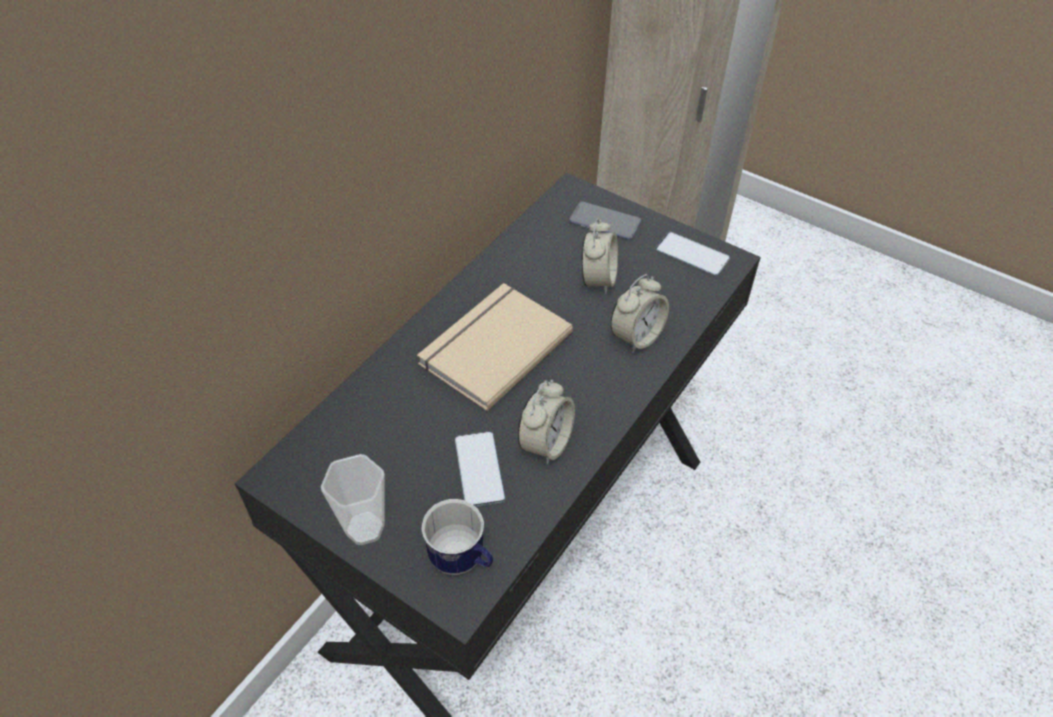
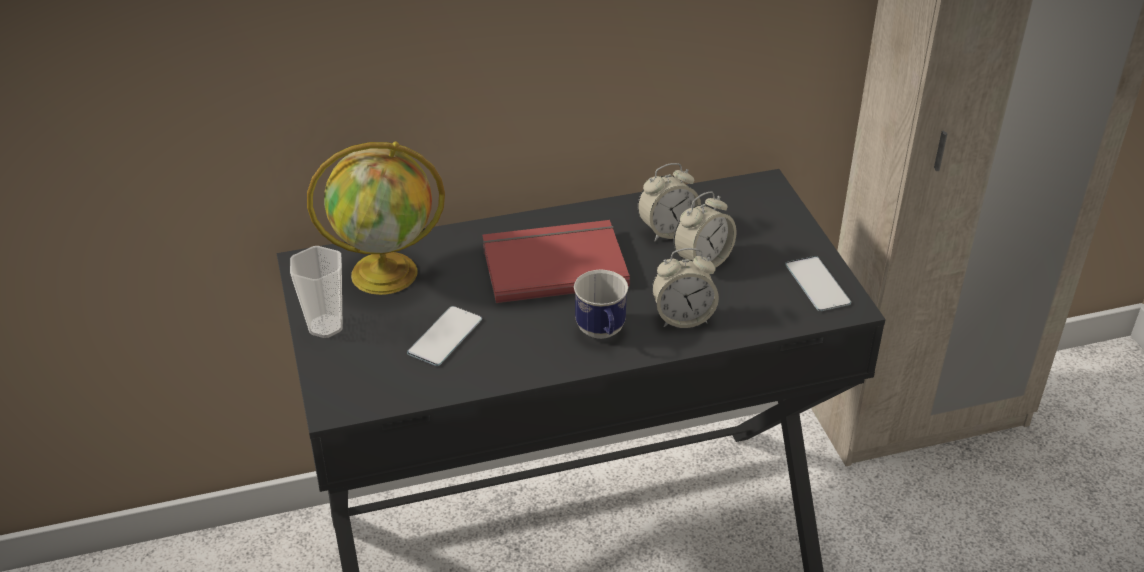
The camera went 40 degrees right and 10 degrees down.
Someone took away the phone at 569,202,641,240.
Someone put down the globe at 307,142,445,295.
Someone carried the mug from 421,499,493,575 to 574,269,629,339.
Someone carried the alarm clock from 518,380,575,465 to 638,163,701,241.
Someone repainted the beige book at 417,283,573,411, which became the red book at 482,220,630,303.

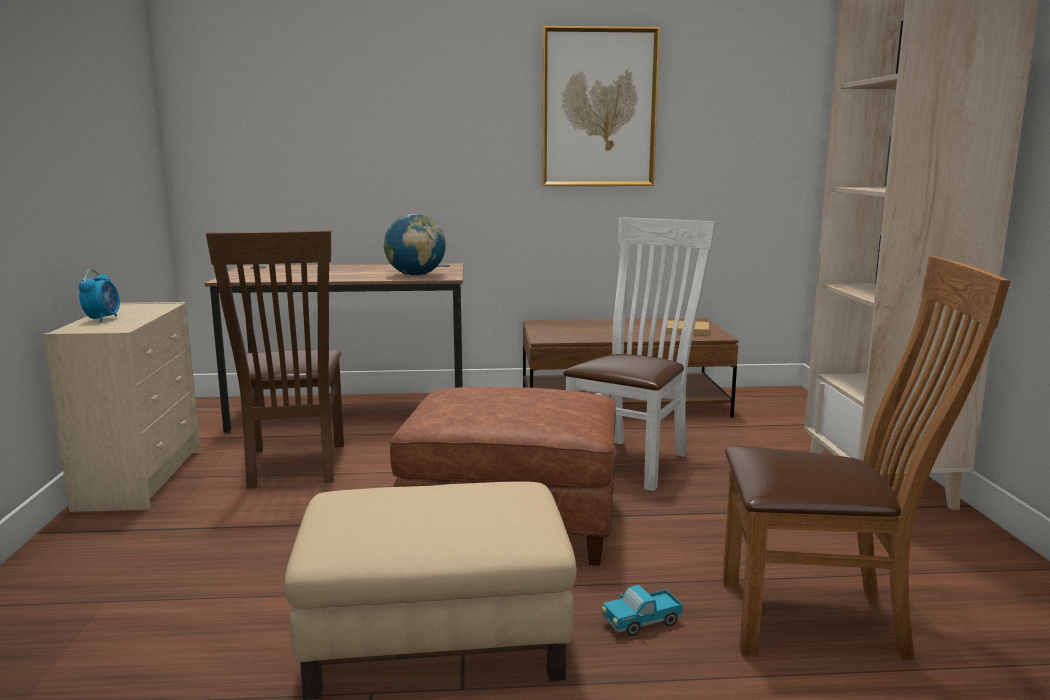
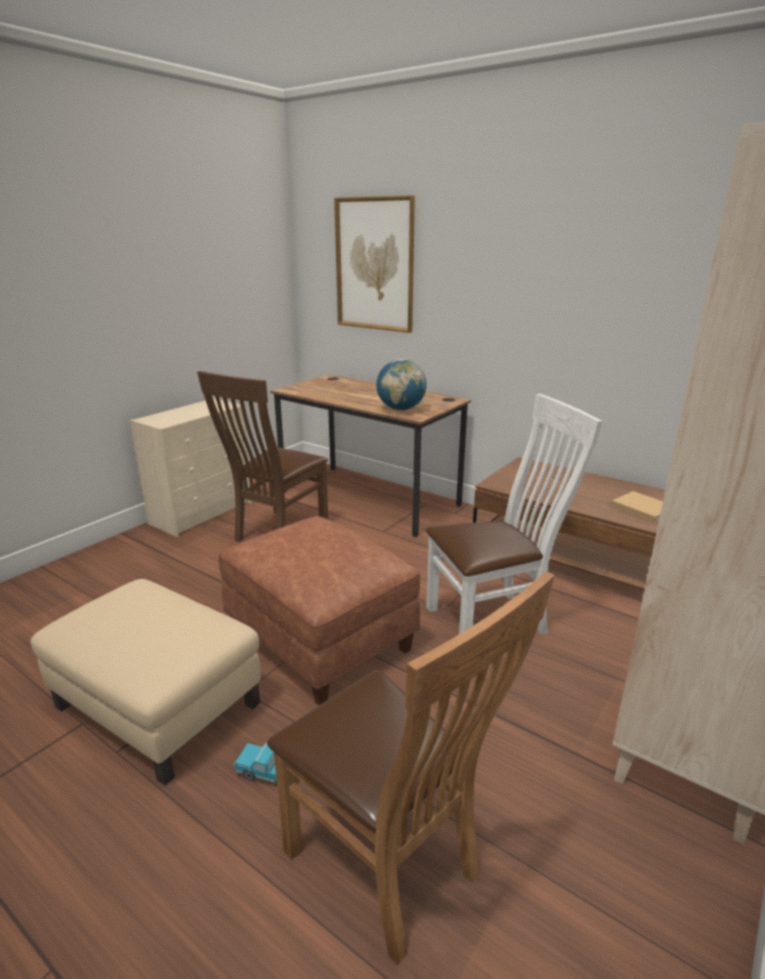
The camera went 40 degrees right and 10 degrees up.
Someone took away the alarm clock at 79,269,120,323.
Someone carried the picture from 542,26,660,186 to 334,195,415,333.

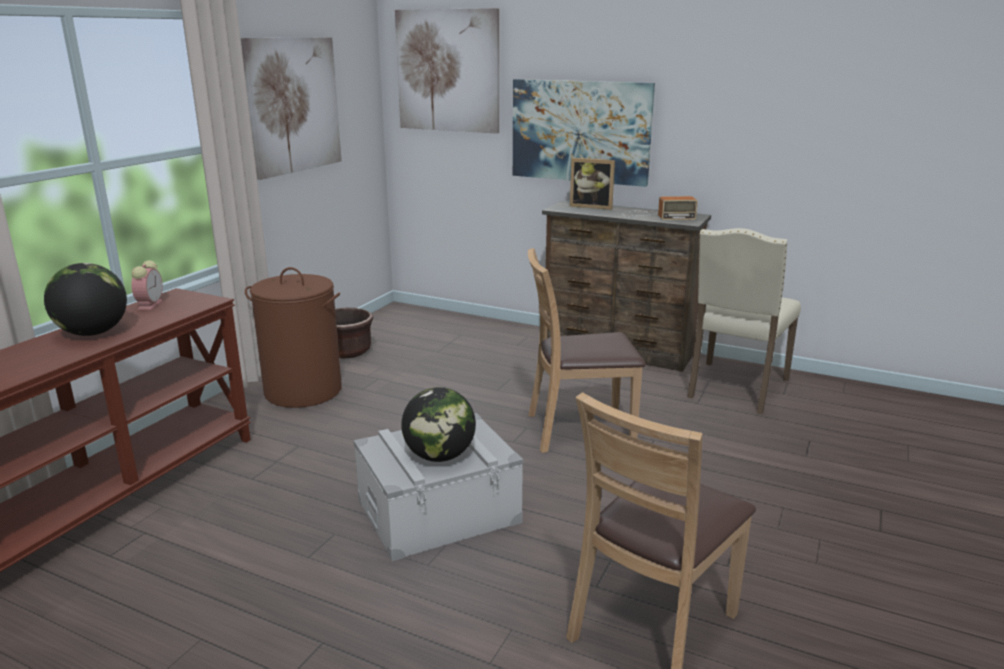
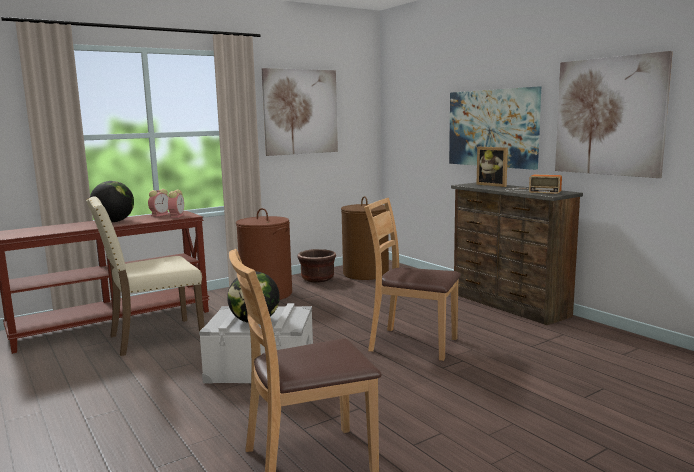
The camera went 30 degrees right and 10 degrees down.
Someone put down the alarm clock at 168,190,184,218.
Someone put down the brown laundry basket at 341,196,389,280.
Someone carried the picture from 395,8,499,134 to 555,51,673,178.
Someone carried the beige chair from 687,228,801,414 to 86,196,204,356.

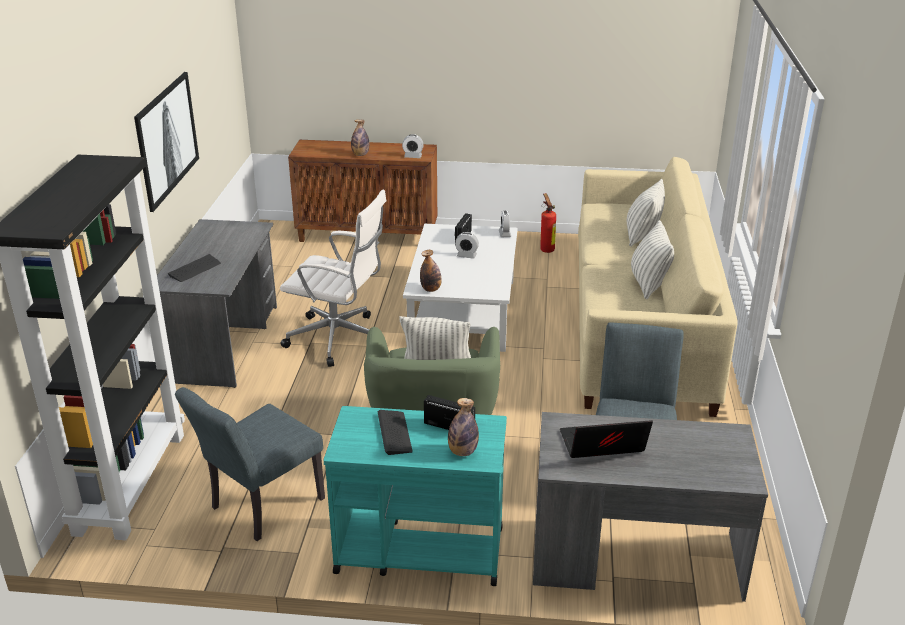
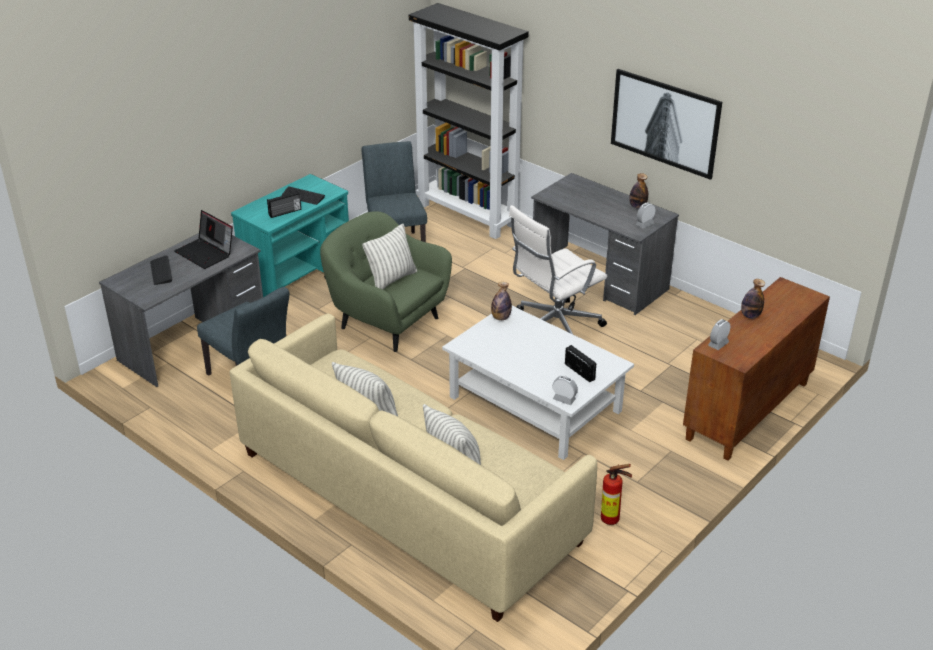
The camera went 125 degrees right and 5 degrees up.
Someone carried the keyboard from 168,254,221,282 to 150,256,172,285.
Someone carried the bottle from 448,398,479,456 to 629,173,648,209.
Someone carried the alarm clock from 455,232,479,259 to 636,202,655,228.
Someone rotated the laptop at 560,420,653,458 by 105 degrees clockwise.

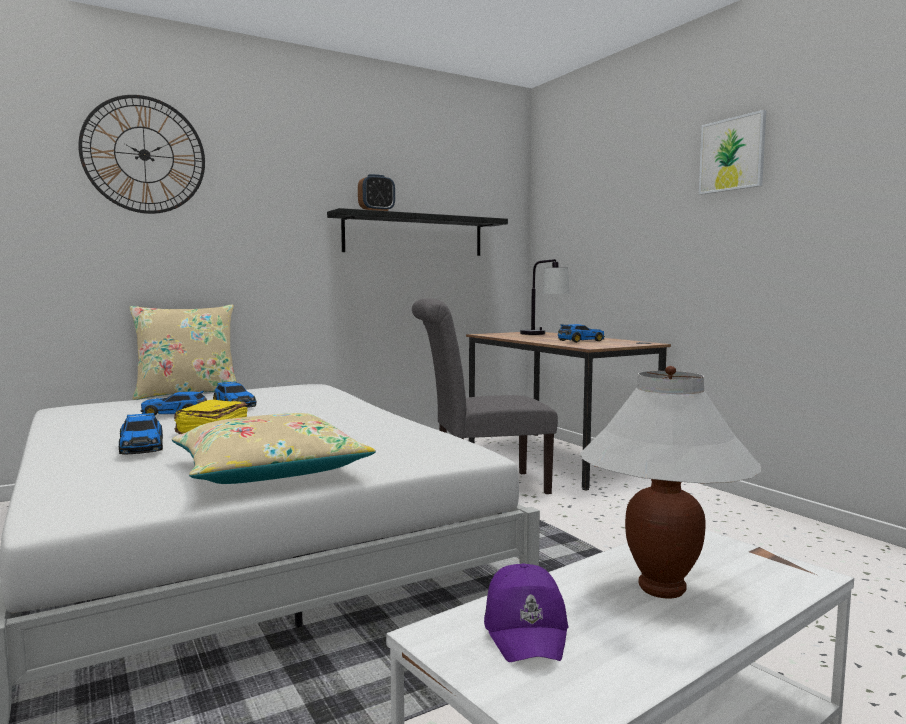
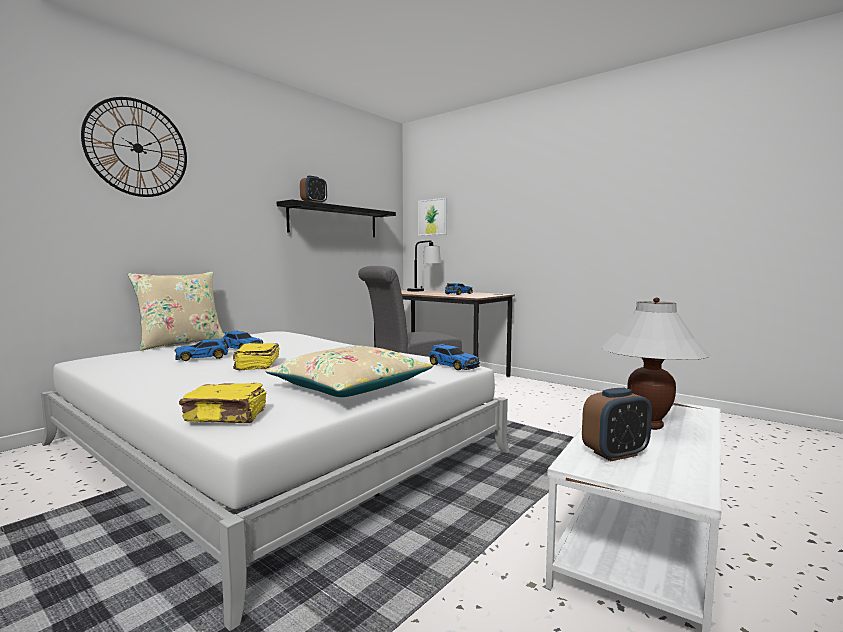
The camera went 20 degrees left and 0 degrees up.
Someone put down the yellow book at 179,383,266,423.
Someone carried the toy car from 119,413,163,455 to 429,343,480,370.
Someone carried the picture from 699,110,766,195 to 418,198,447,236.
Someone swapped the purple cap at 484,563,568,662 for the alarm clock at 582,388,652,461.

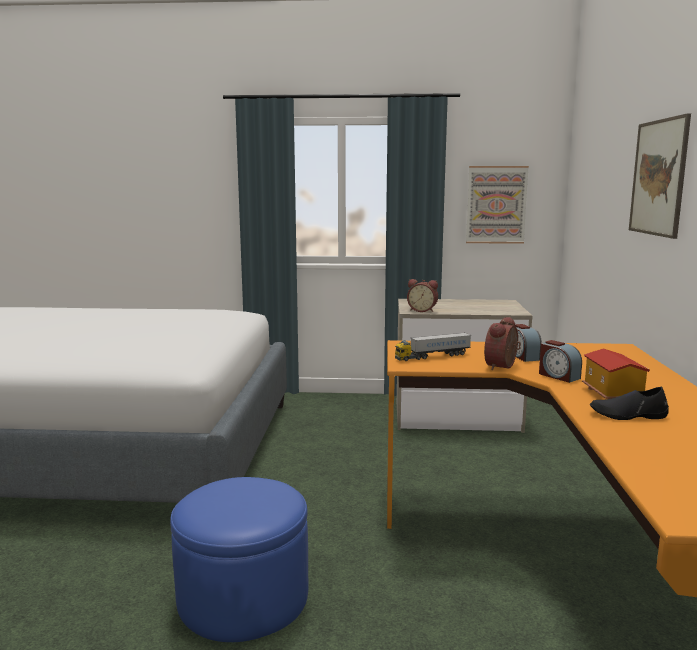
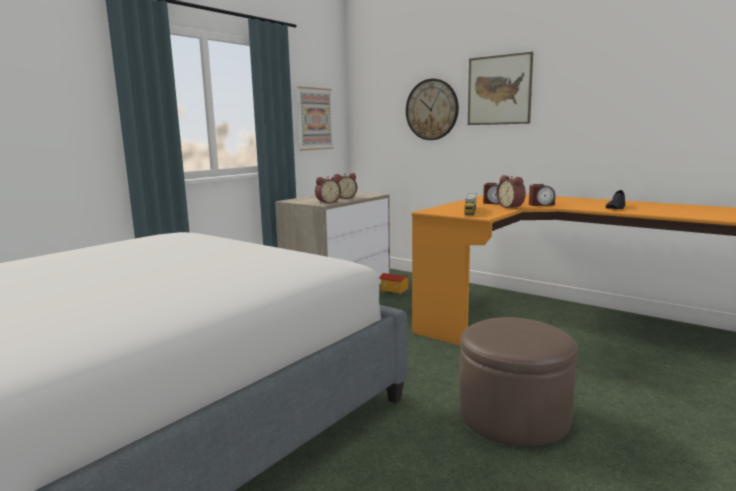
The camera went 55 degrees left and 0 degrees up.
Someone put down the alarm clock at 334,173,357,199.
Someone put up the wall clock at 406,79,459,140.
Someone carried the toy house from 582,348,650,399 to 379,273,409,296.
Someone repainted the blue ottoman at 170,477,309,642, which became the brown ottoman at 459,317,578,446.

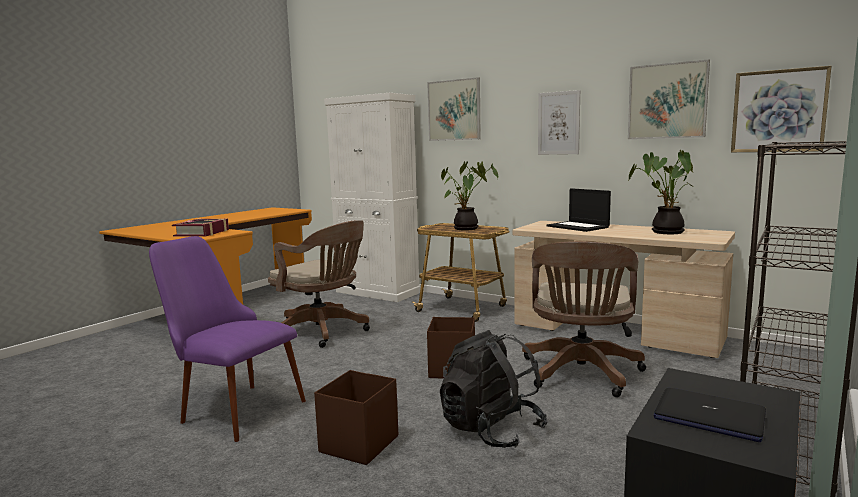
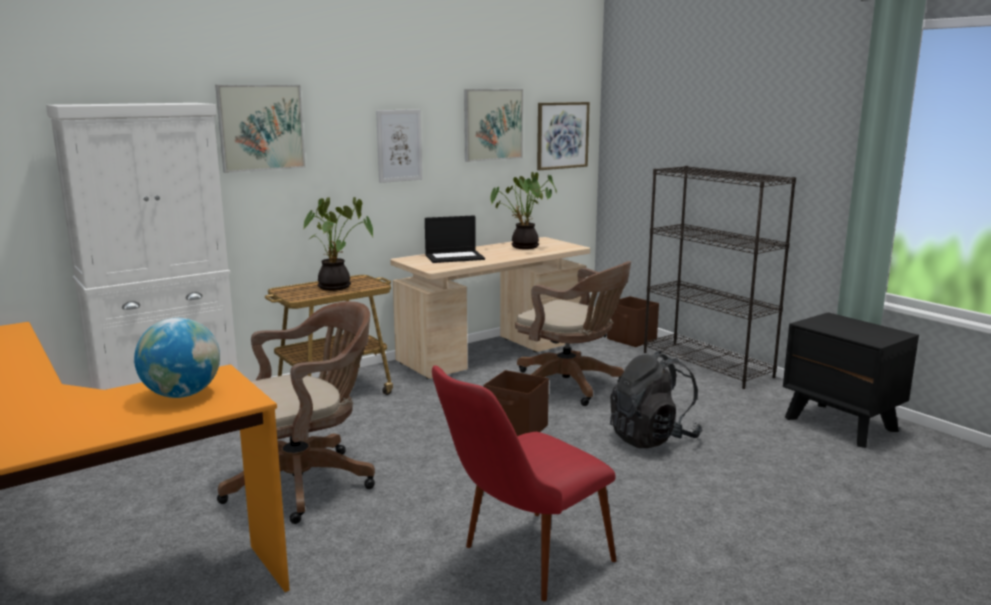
The camera went 70 degrees left and 5 degrees up.
Someone took away the laptop at 653,388,766,442.
Someone carried the brown storage box from 314,370,398,465 to 607,296,659,347.
Someone swapped the book at 172,218,229,237 for the globe at 134,318,220,398.
Someone repainted the purple chair at 149,236,306,442, which became the red chair at 432,365,617,601.

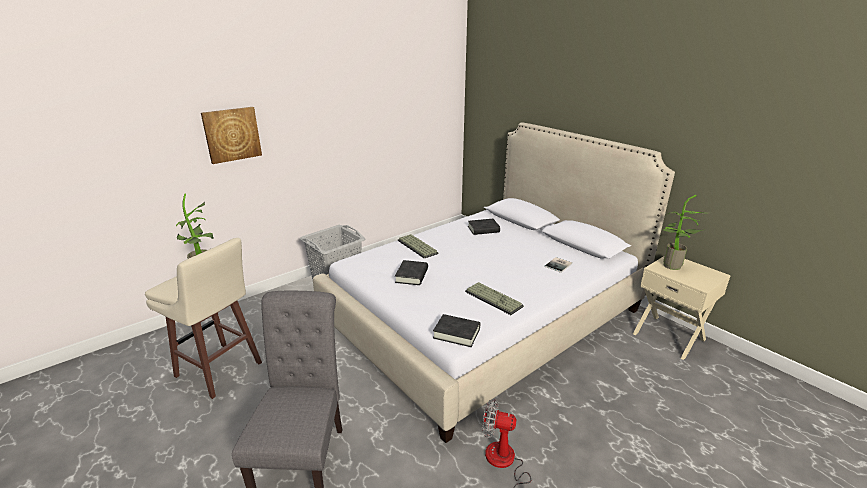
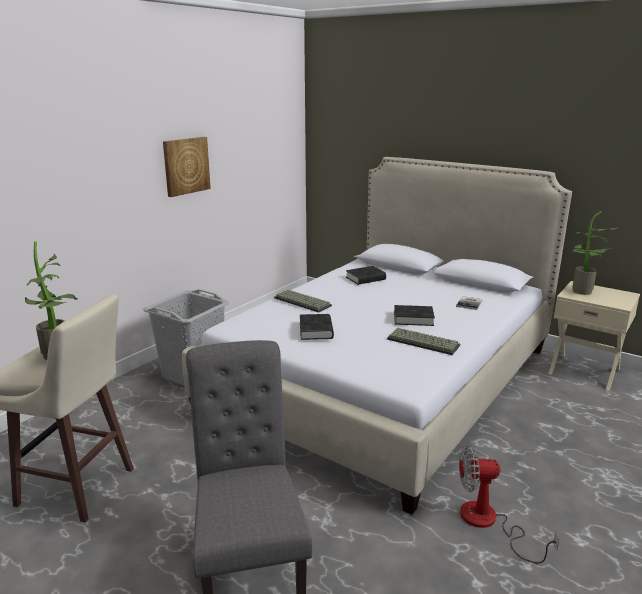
The camera went 15 degrees left and 5 degrees down.
Someone carried the picture from 201,107,262,164 to 163,137,211,197.
Someone carried the black book from 433,314,480,347 to 394,305,435,326.

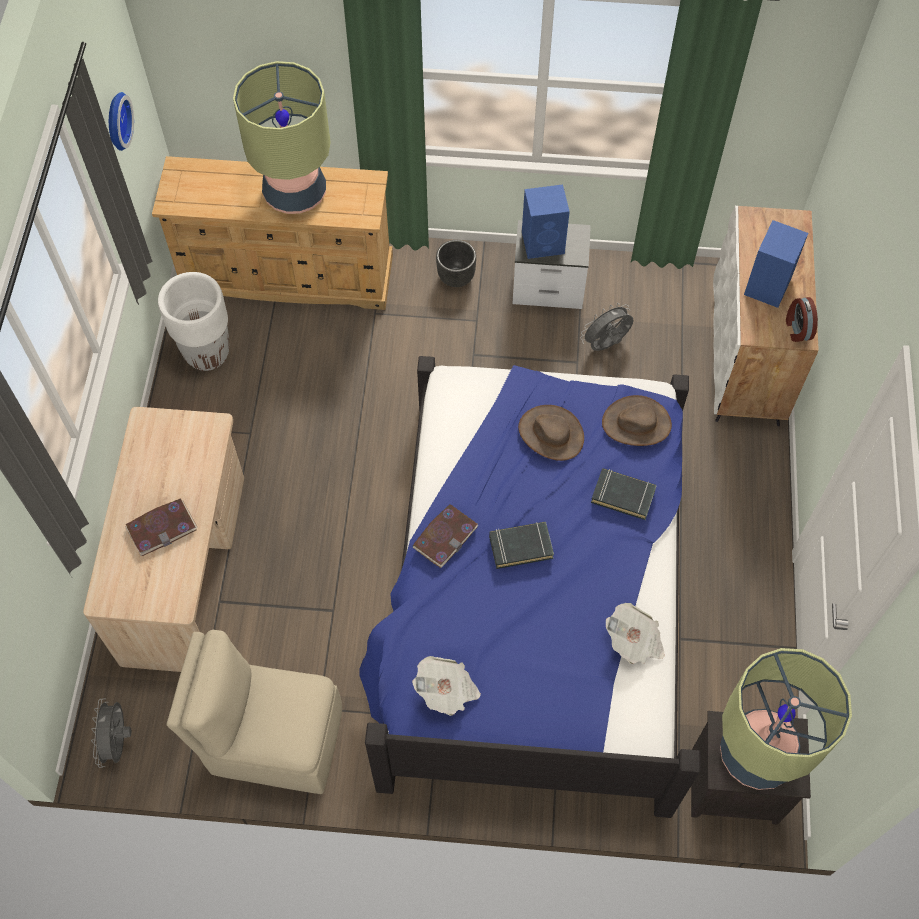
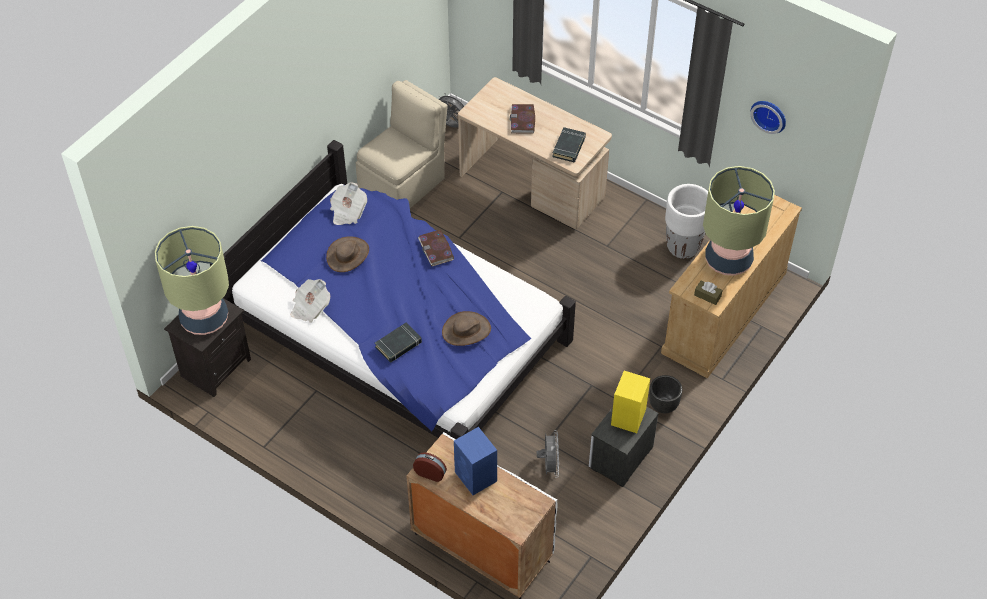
The camera went 120 degrees right and 10 degrees down.
Someone put down the brown tissue box at 694,281,723,305.
Someone carried the black book from 489,522,554,569 to 552,127,586,162.
Someone carried the brown hat from 602,395,672,446 to 326,236,369,272.
Someone repainted the blue speaker at 522,184,570,259, which became the yellow speaker at 611,371,650,433.

